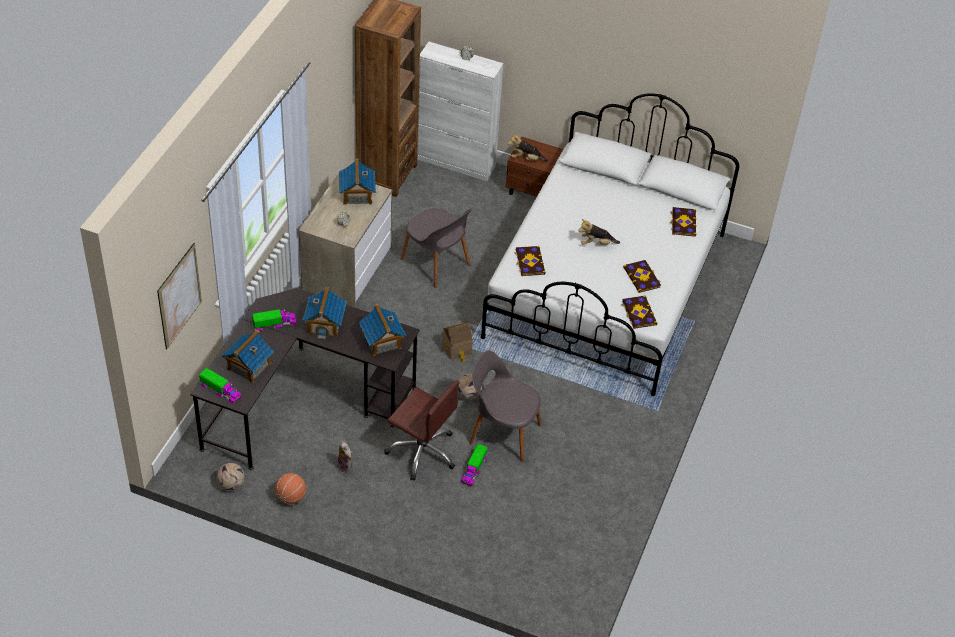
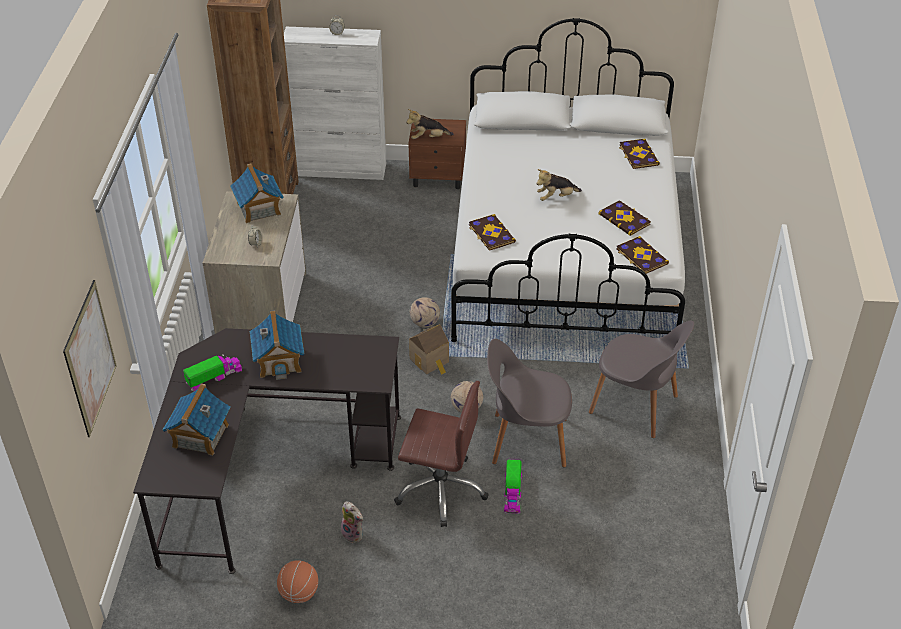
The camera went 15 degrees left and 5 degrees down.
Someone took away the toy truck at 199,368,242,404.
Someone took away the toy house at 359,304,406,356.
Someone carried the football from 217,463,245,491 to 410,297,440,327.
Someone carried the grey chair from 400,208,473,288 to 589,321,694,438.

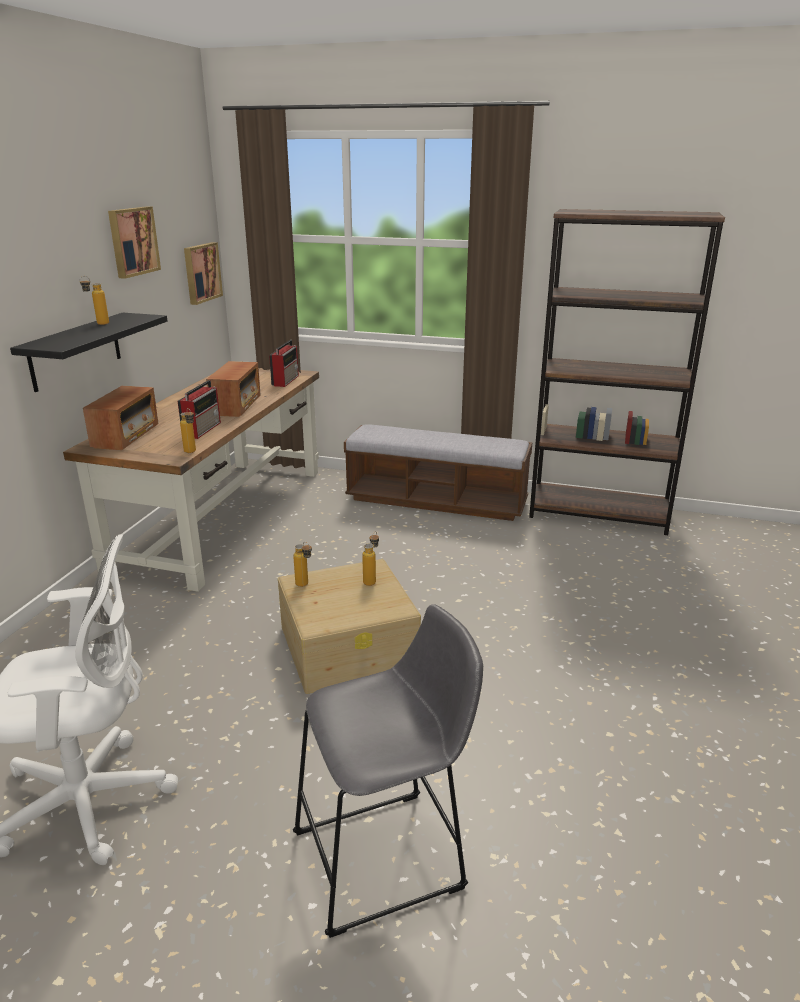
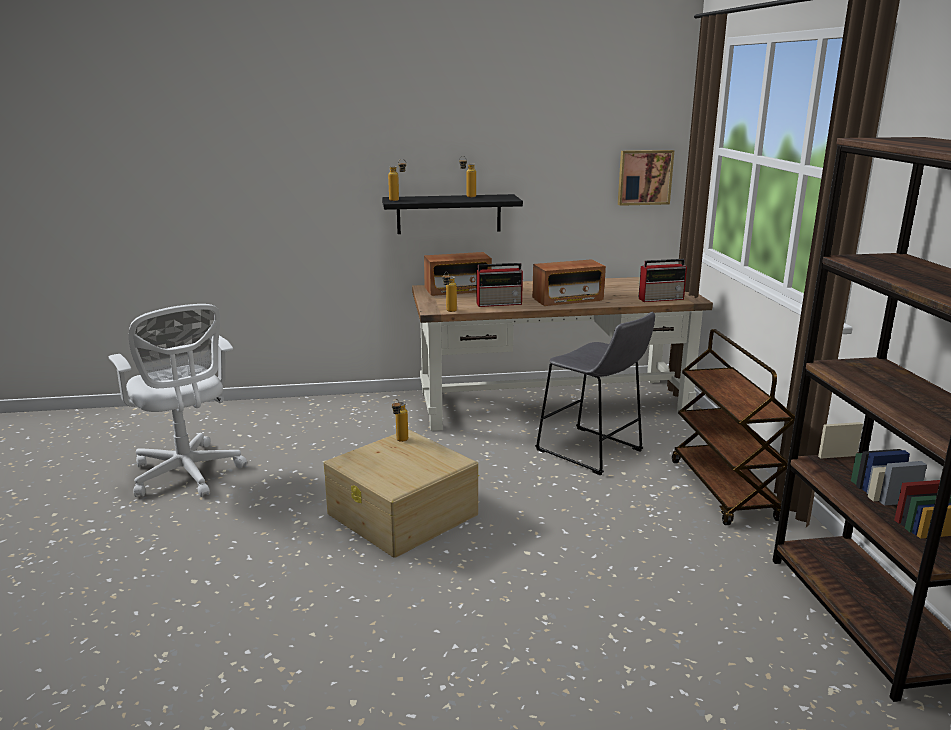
The camera went 65 degrees right and 5 degrees down.
Someone took away the picture at 108,206,161,279.
Someone carried the grey stool from 293,604,483,938 to 535,312,655,476.
Someone carried the bottle from 362,531,379,586 to 388,159,406,201.
Someone swapped the bench at 344,424,533,521 for the brown cart at 672,329,795,525.

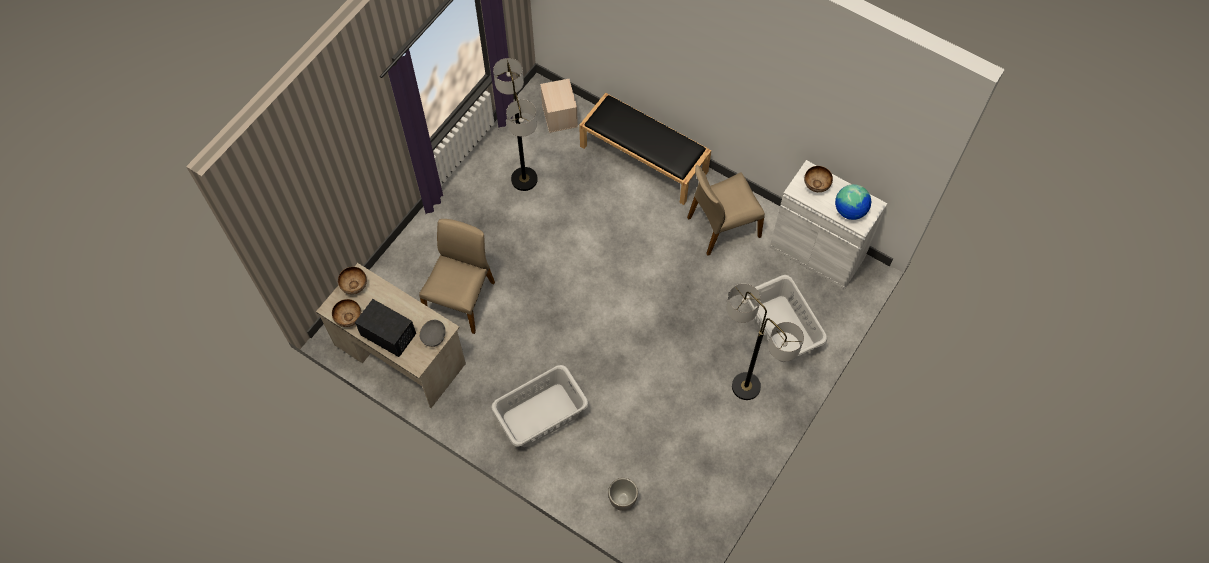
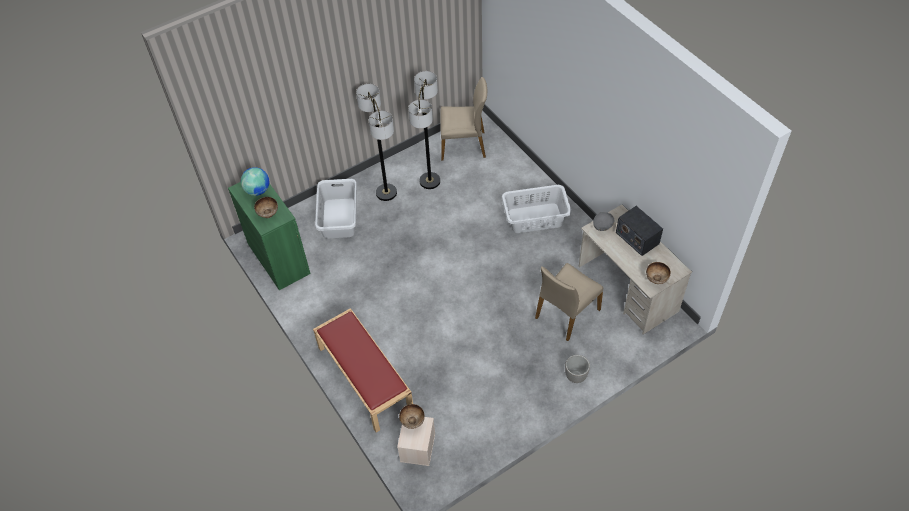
The camera went 155 degrees left and 10 degrees down.
Someone carried the bowl from 332,299,361,327 to 399,404,425,429.
Someone carried the floor lamp from 493,58,538,191 to 408,71,440,189.
Someone carried the planter from 608,478,638,511 to 565,355,590,383.
Someone carried the beige chair from 687,165,765,256 to 440,77,487,161.
Someone repainted the black bench at 579,93,711,205, which became the red bench at 313,308,413,433.
Someone repainted the white cabinet at 770,160,887,289, which became the green cabinet at 228,182,311,290.

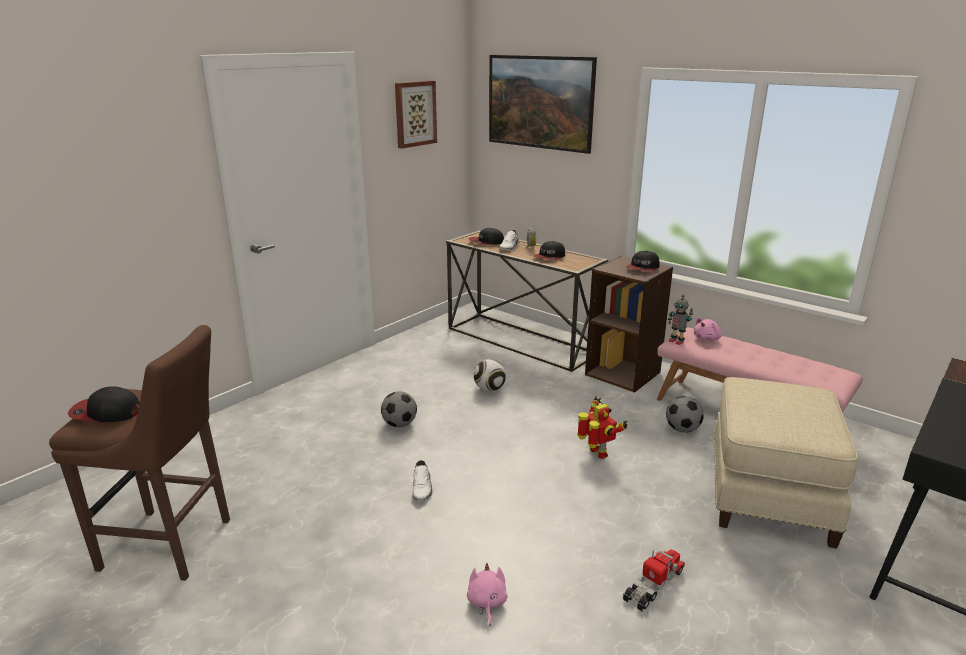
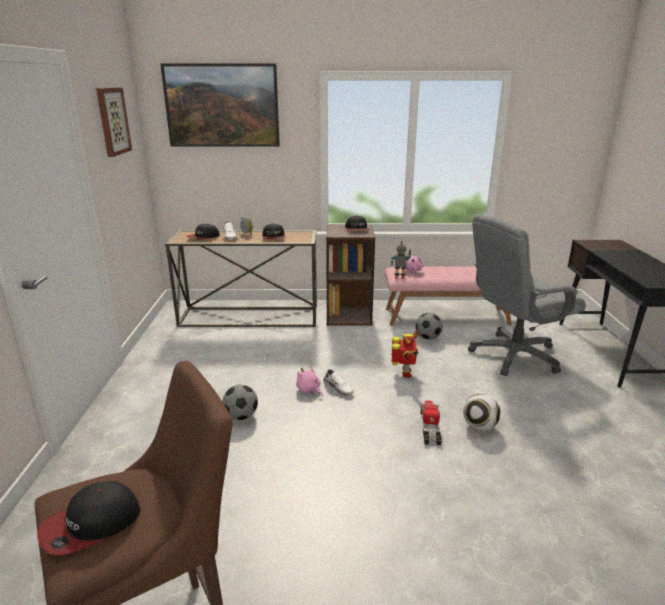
The camera went 40 degrees left and 0 degrees up.
Someone carried the white shoe from 413,460,433,500 to 323,369,354,396.
Someone carried the pink plush toy from 467,563,507,626 to 296,366,323,397.
Someone carried the football from 474,359,506,392 to 463,394,501,431.
Someone carried the toy truck from 623,549,685,611 to 420,400,442,445.
Someone swapped the beige ottoman at 714,377,858,549 for the grey office chair at 468,214,586,376.
Someone rotated the toy robot at 577,396,627,459 by 75 degrees clockwise.

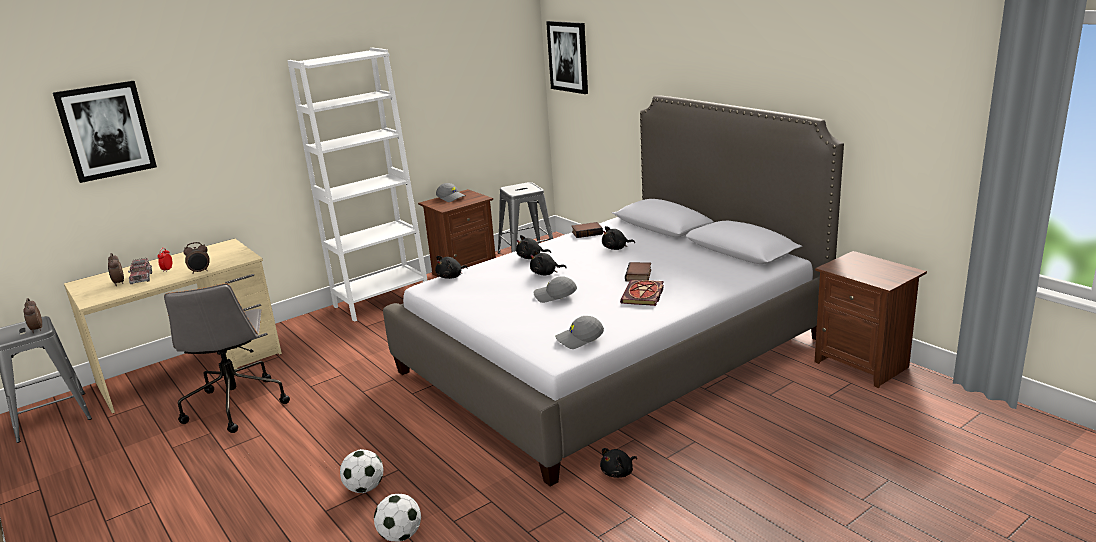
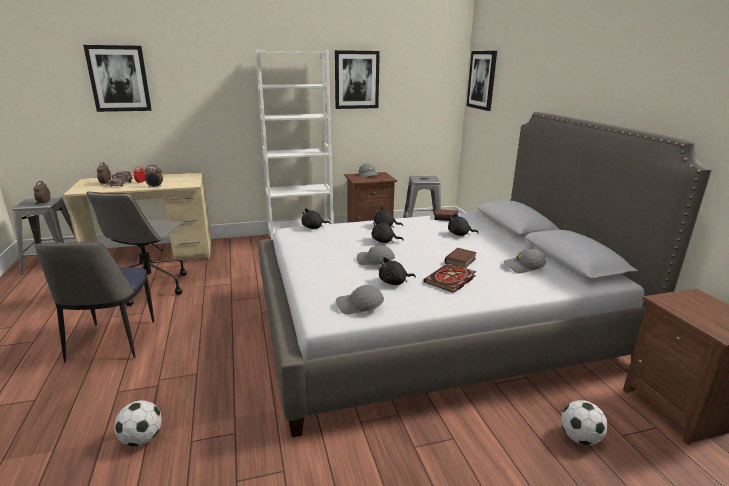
The camera went 20 degrees right and 0 degrees up.
Someone put down the chair at 35,242,154,363.
Someone put up the picture at 335,50,380,109.
Someone put down the grey cap at 504,249,546,274.
Someone carried the football from 340,449,383,493 to 561,400,608,445.
Someone carried the black plush toy from 600,448,637,478 to 379,257,416,285.

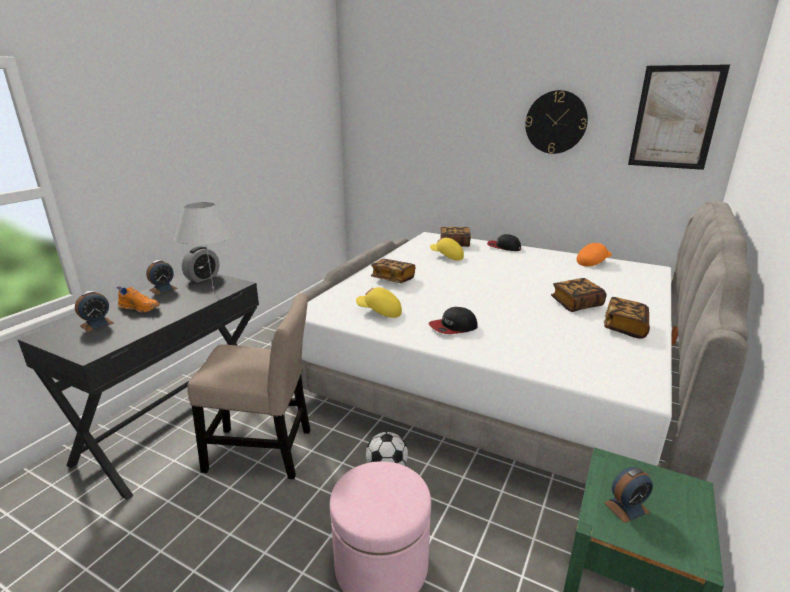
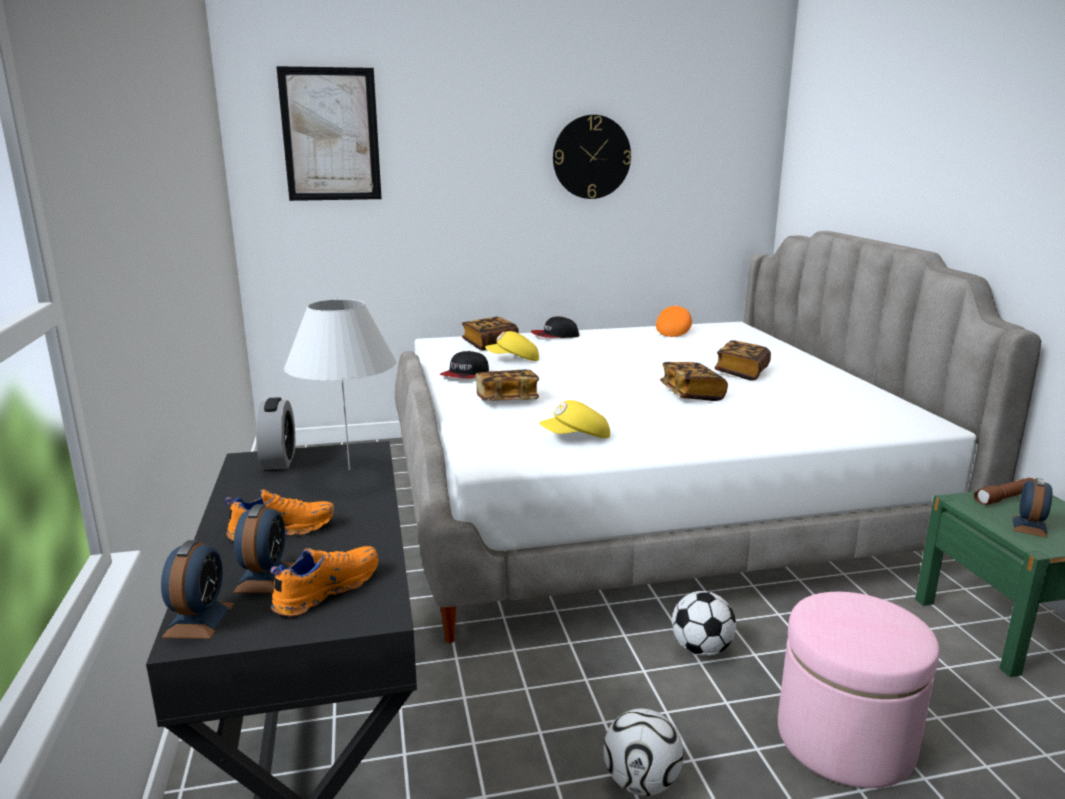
The camera went 40 degrees left and 5 degrees down.
Someone took away the beige chair at 187,293,310,479.
Someone put down the orange shoe at 270,546,378,616.
Someone put down the football at 604,708,684,796.
Someone put down the brown flashlight at 974,478,1035,505.
Someone carried the alarm clock from 146,260,178,295 to 161,540,234,639.
Someone carried the cap from 429,307,478,334 to 440,351,489,378.
Someone carried the book from 604,297,650,339 to 660,362,728,401.
Someone carried the picture from 628,64,730,170 to 276,66,382,201.

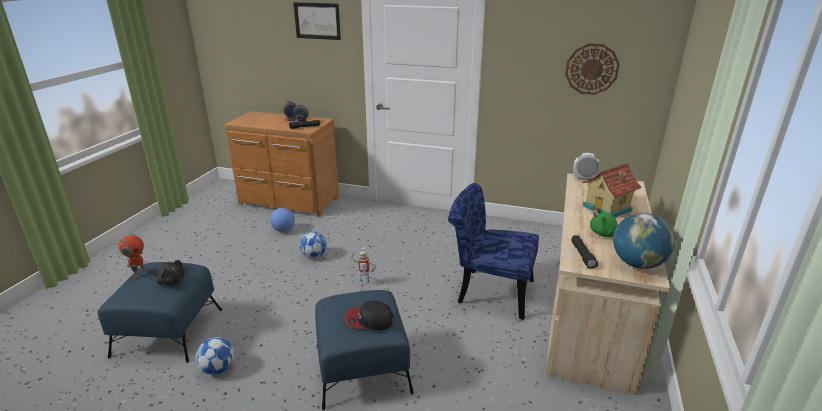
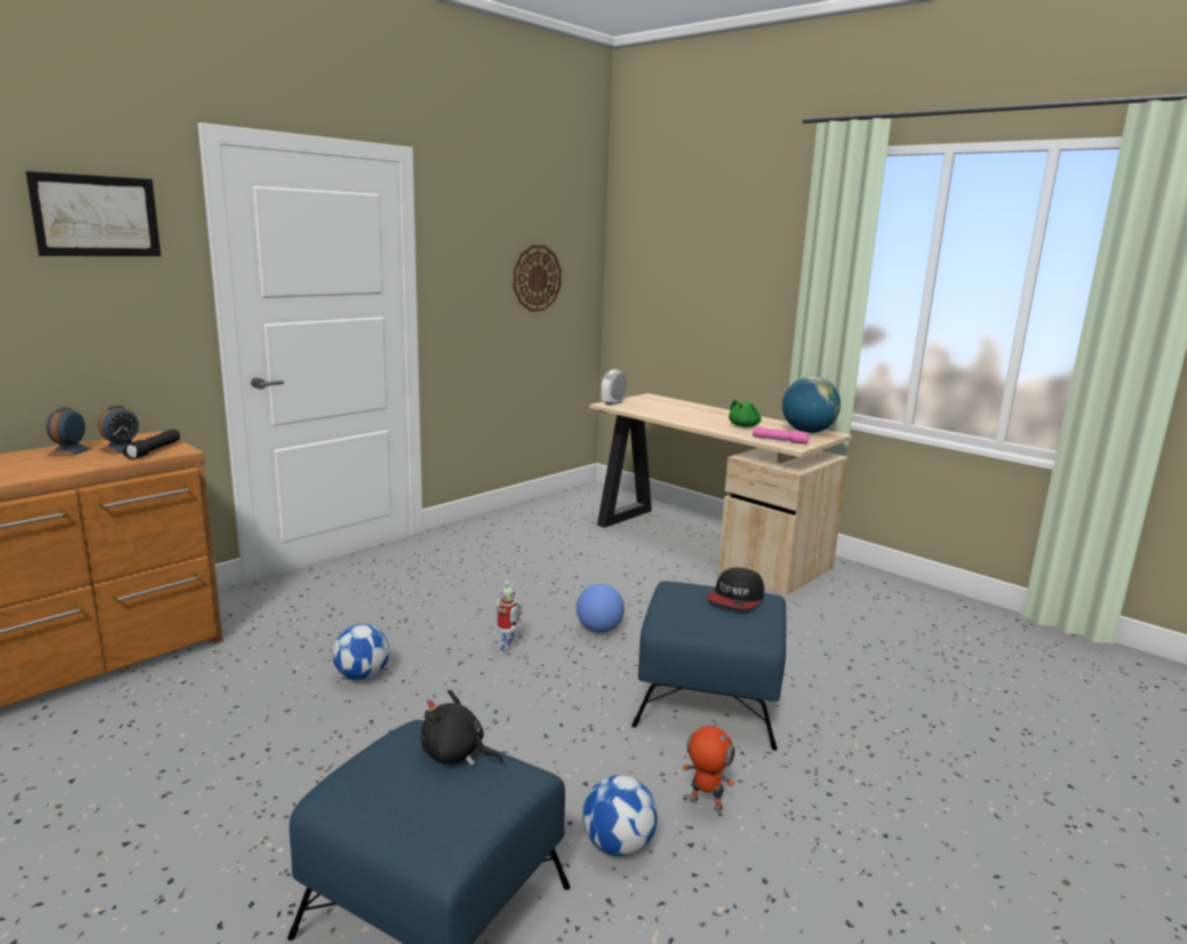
The camera went 65 degrees left and 10 degrees down.
Someone took away the blue chair at 448,183,539,320.
Someone took away the toy house at 583,163,642,218.
Someone carried the toy robot from 119,235,146,278 to 682,726,735,812.
Someone carried the football from 270,208,295,232 to 576,584,624,633.
Someone repainted the black flashlight at 571,235,598,268, which became the pink flashlight at 752,427,810,444.
Someone rotated the black plush toy at 155,260,185,285 by 120 degrees counterclockwise.

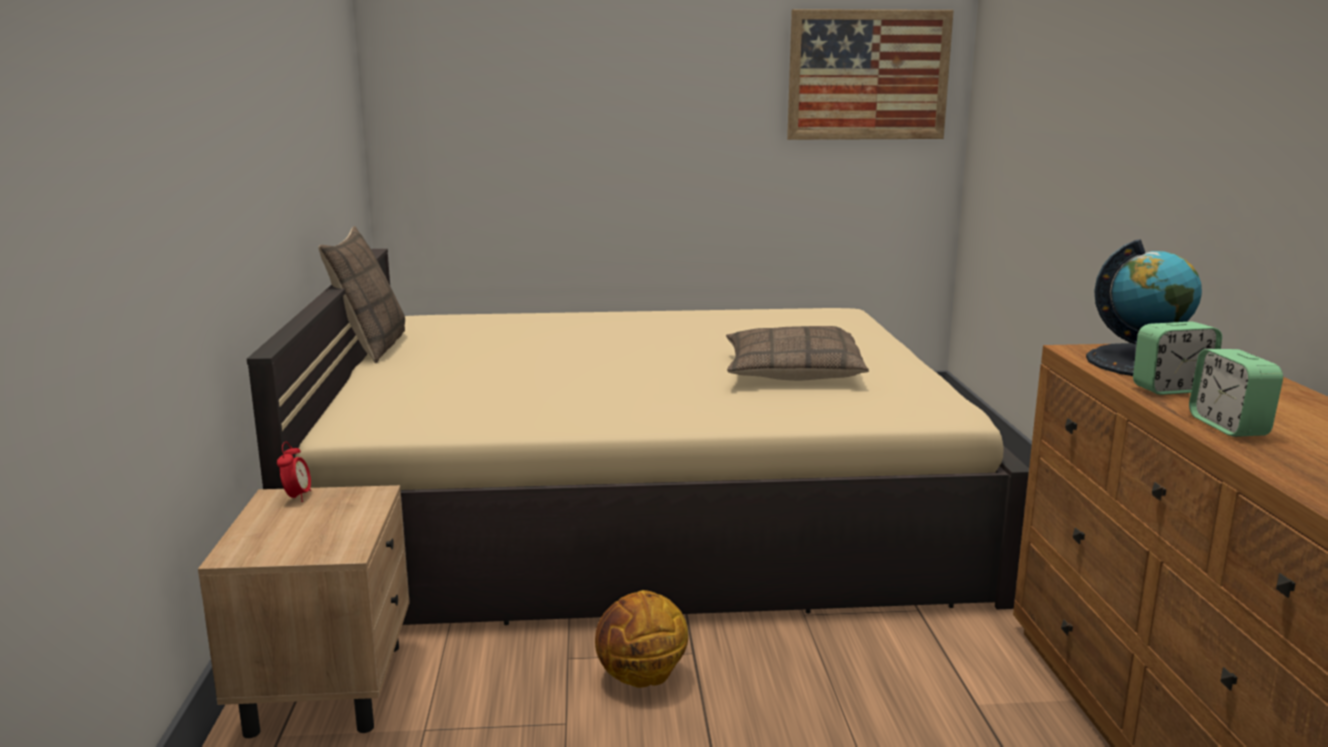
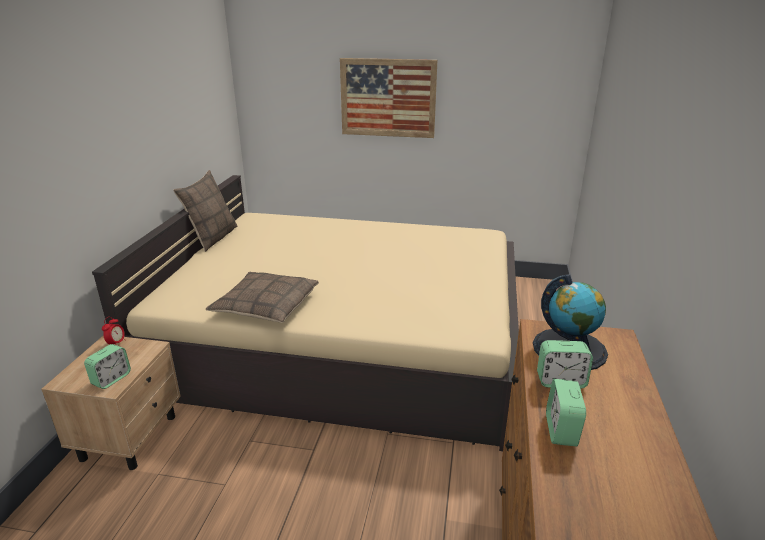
The camera went 15 degrees right and 10 degrees up.
Someone took away the basketball at 595,590,688,688.
Someone put down the alarm clock at 84,344,131,389.
Someone carried the pillow from 726,326,869,381 to 206,272,319,323.
Someone carried the picture from 787,9,954,140 to 340,58,437,138.

